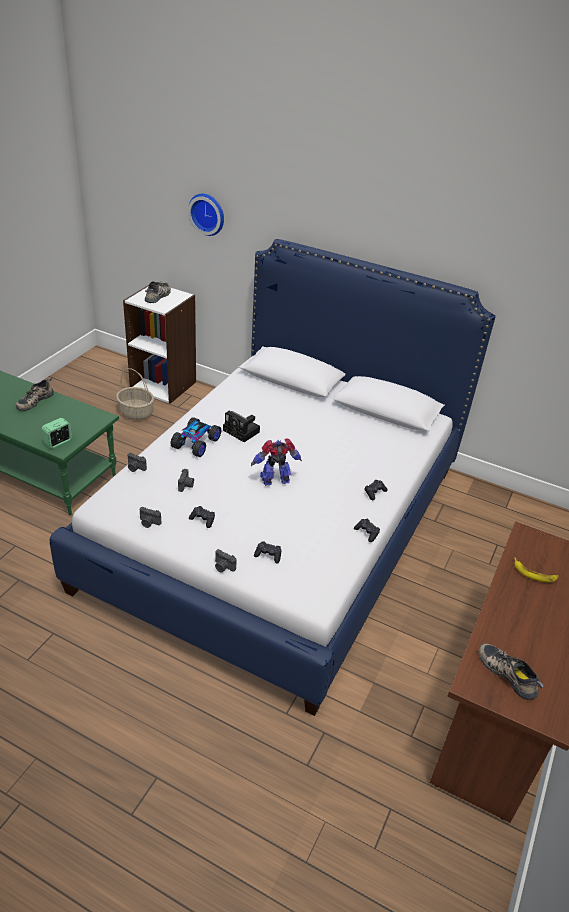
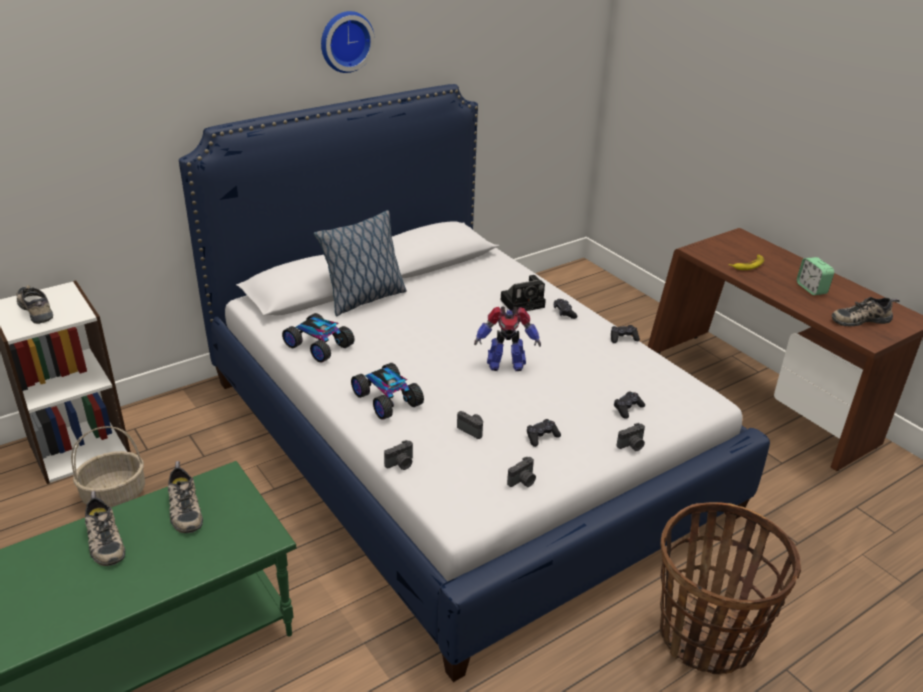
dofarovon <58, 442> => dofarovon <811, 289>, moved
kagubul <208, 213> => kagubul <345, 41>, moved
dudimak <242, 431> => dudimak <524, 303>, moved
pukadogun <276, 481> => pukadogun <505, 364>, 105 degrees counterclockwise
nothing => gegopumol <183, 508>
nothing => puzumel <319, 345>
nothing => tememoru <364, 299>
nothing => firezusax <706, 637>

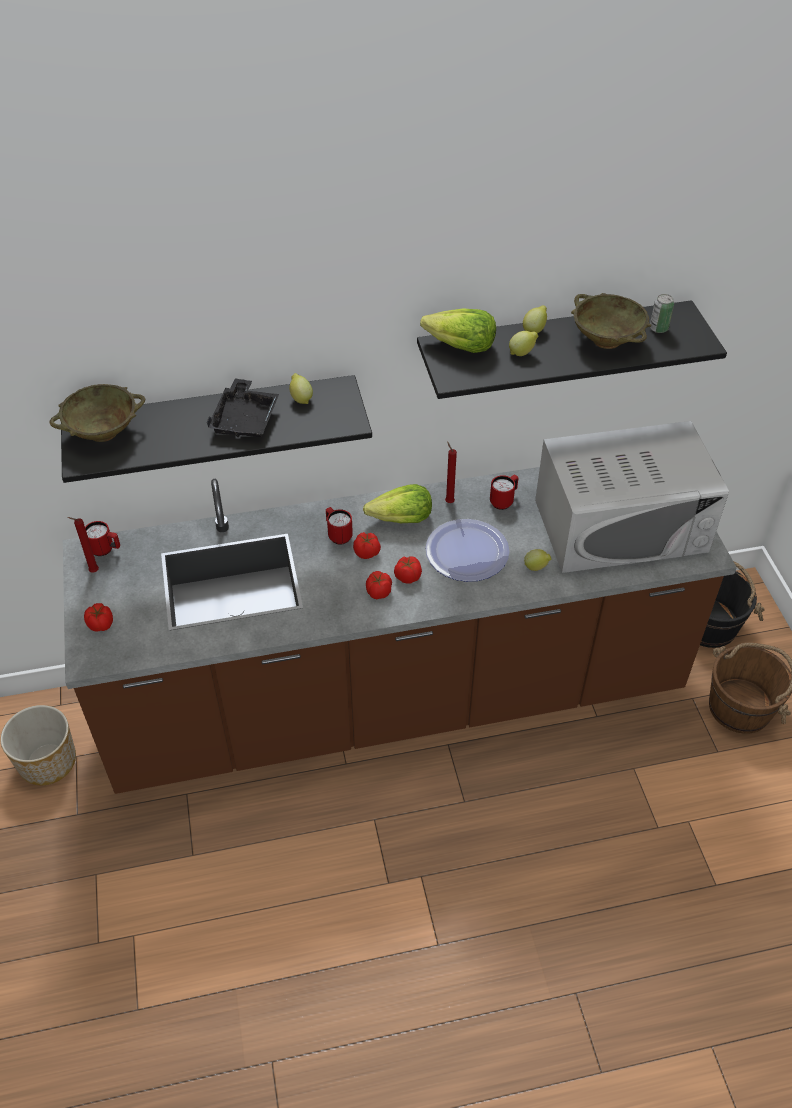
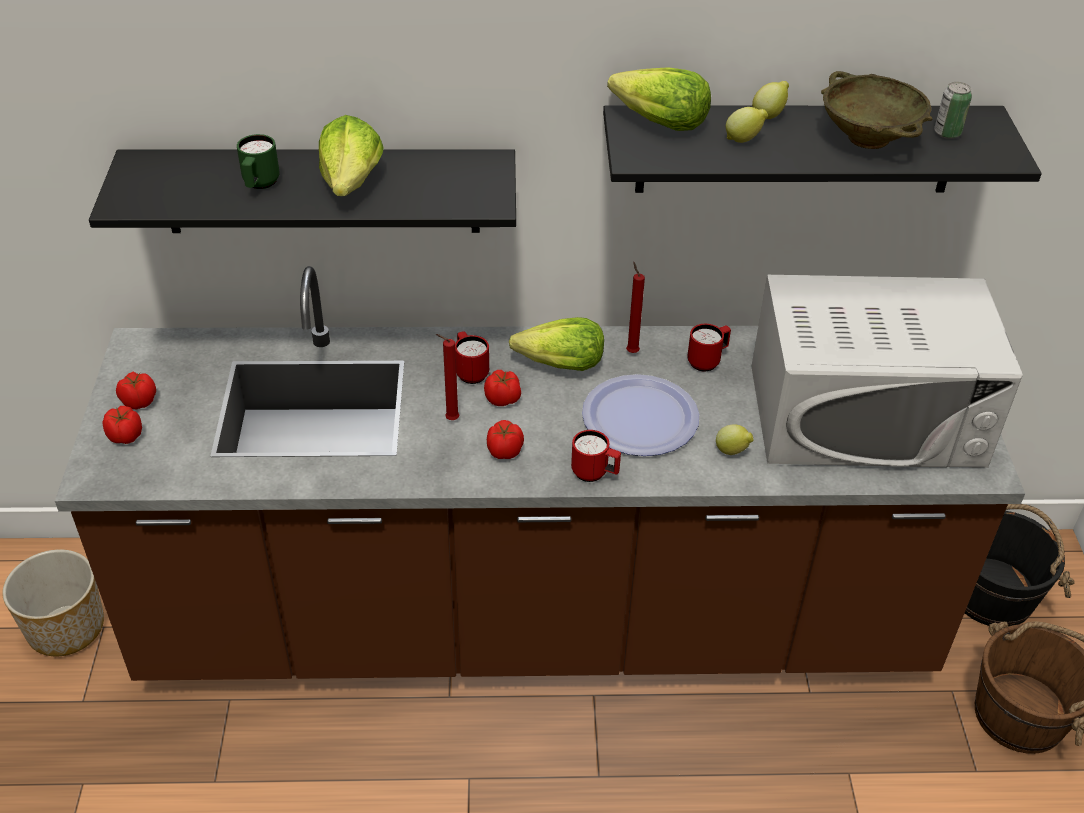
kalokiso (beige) <103, 432> => nothing
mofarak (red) <92, 572> => mofarak (red) <450, 419>, moved
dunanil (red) <105, 550> => dunanil (red) <595, 474>, moved
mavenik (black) <245, 419> => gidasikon <351, 182>
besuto <301, 398> => nothing
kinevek <407, 577> => kinevek <138, 401>, moved
nothing => dunanil (green) <259, 185>

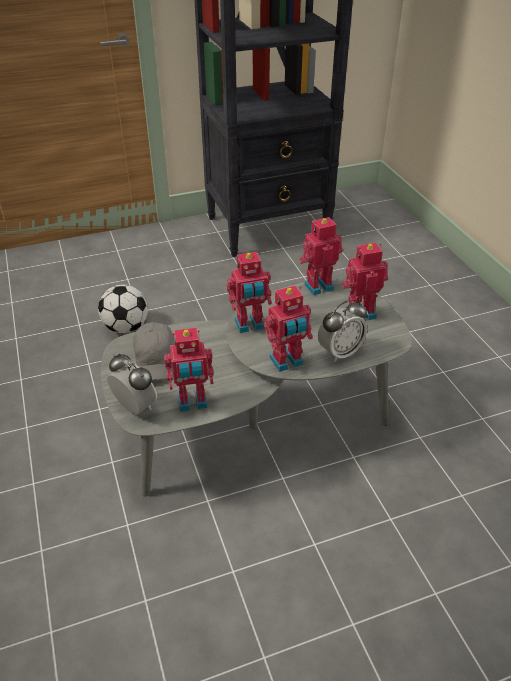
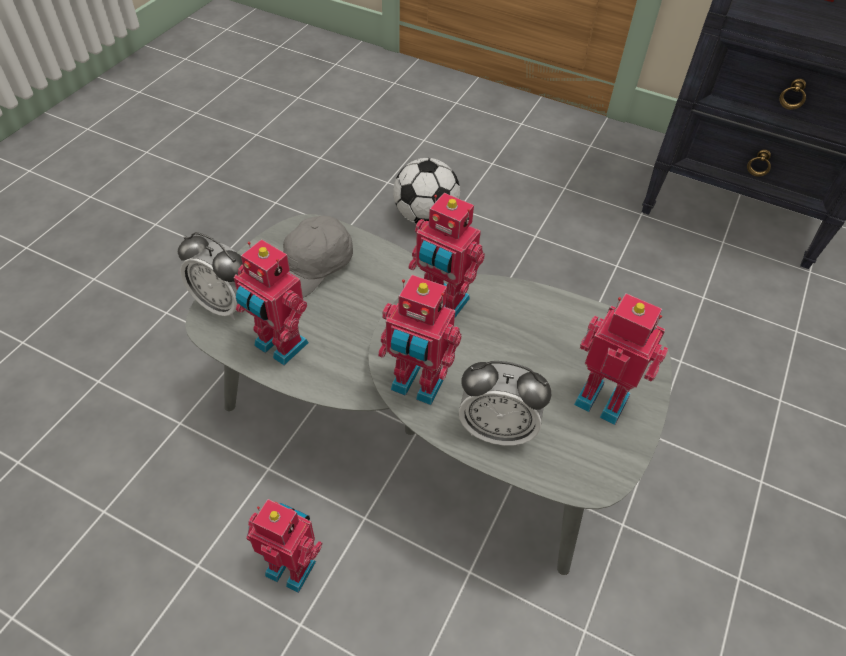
dofarovon <135, 407> => dofarovon <225, 304>, 120 degrees clockwise
pukadogun <318, 285> => pukadogun <292, 565>, moved

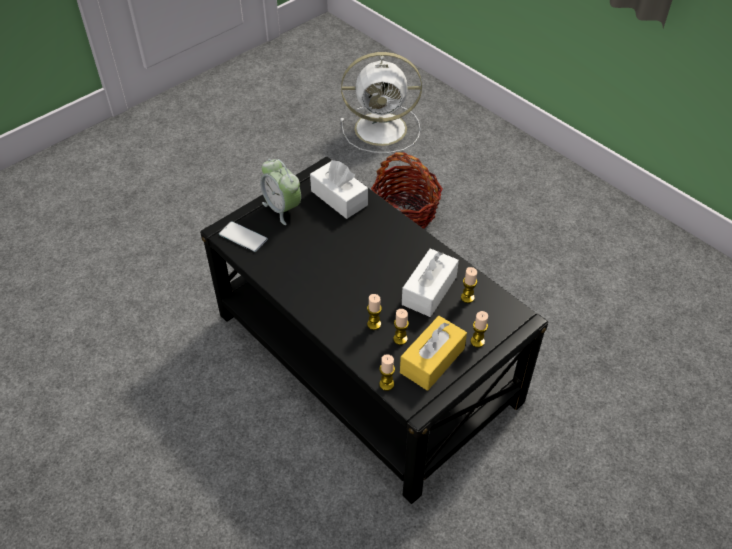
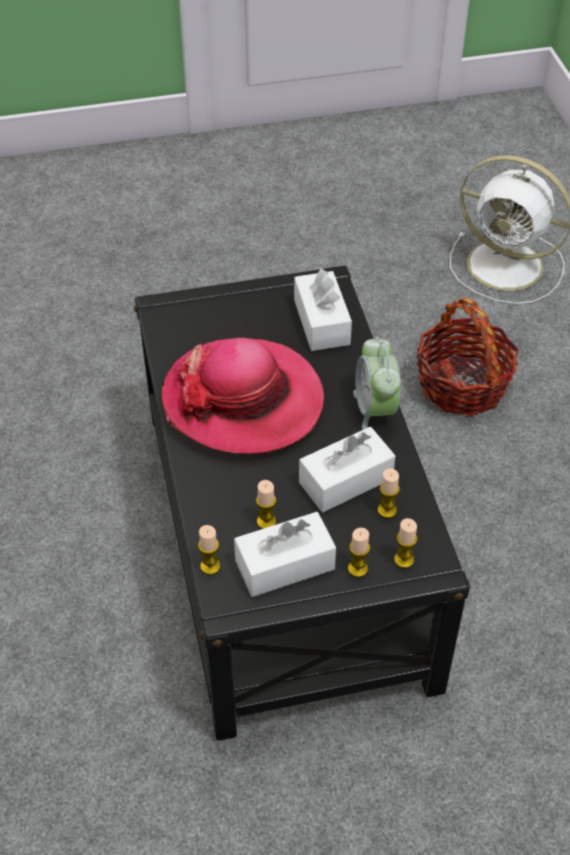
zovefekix <243, 237> => nothing
dofarovon <282, 209> => dofarovon <375, 410>, moved
mofarak <374, 324> => mofarak <404, 560>, moved
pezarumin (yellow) <432, 360> => pezarumin (white) <284, 565>
nothing => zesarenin <243, 400>

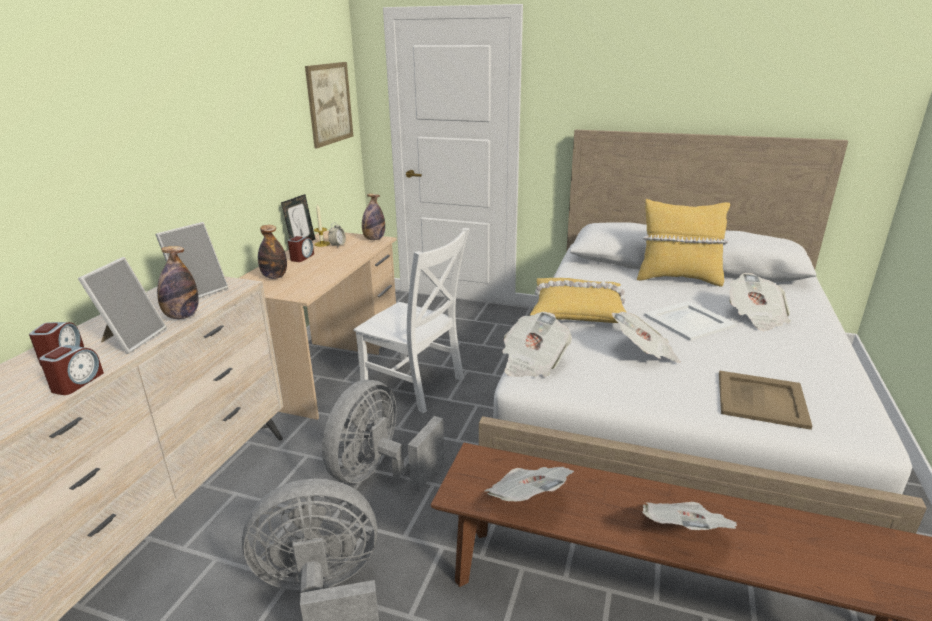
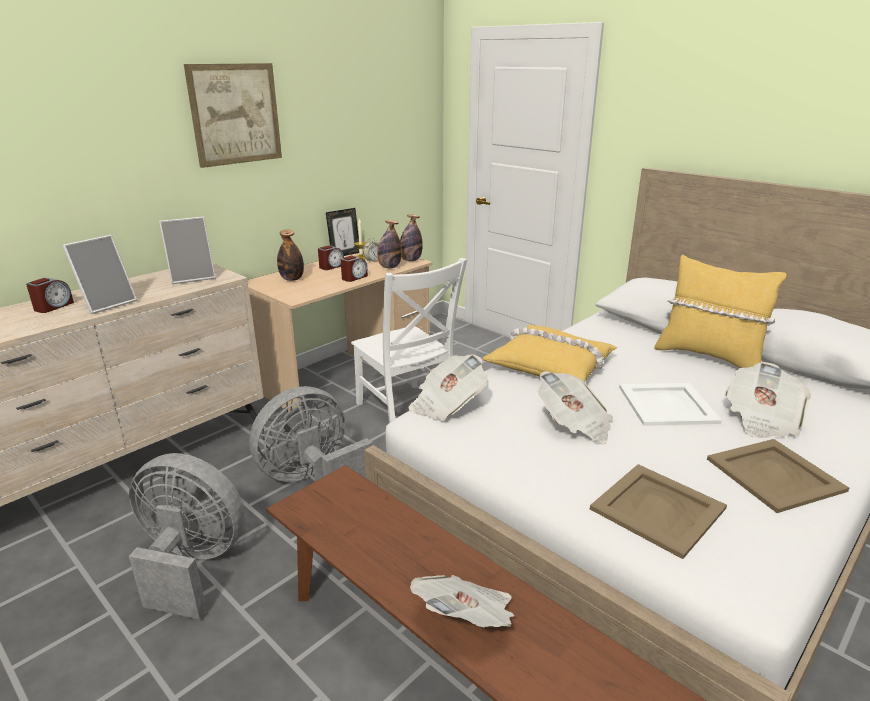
dofarovon <77, 382> => dofarovon <354, 277>, moved
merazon <182, 316> => merazon <389, 267>, moved
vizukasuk <329, 103> => vizukasuk <235, 114>, moved
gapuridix <527, 499> => nothing
nothing => mavenik (beige) <774, 475>

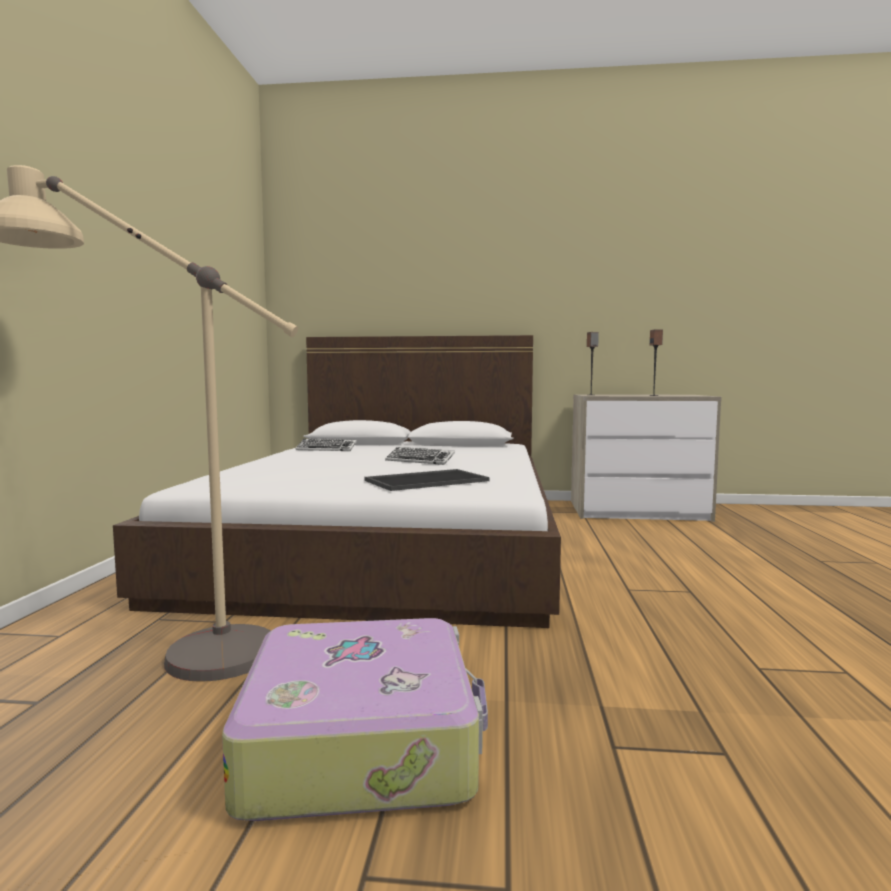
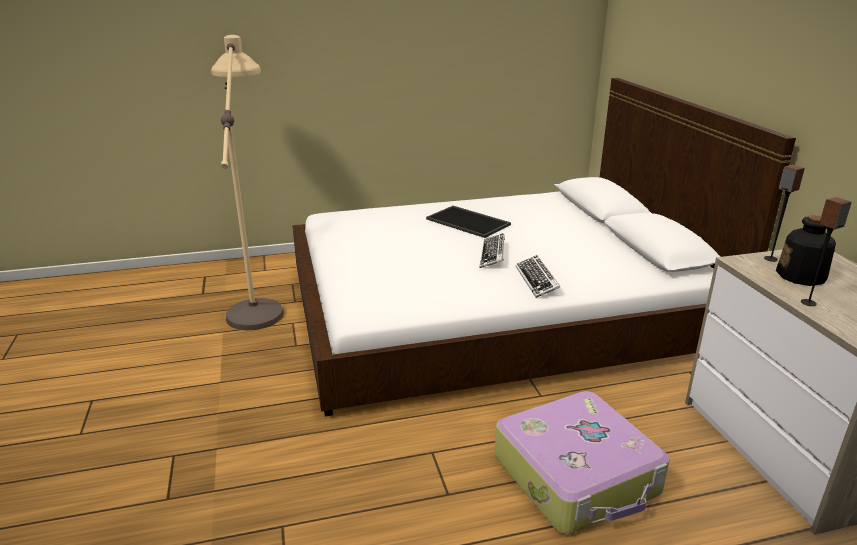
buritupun <363, 739> => buritupun <577, 475>, moved
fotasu <326, 449> => fotasu <537, 280>, moved
mavenik <427, 480> => mavenik <469, 222>, moved
nothing => merazon <801, 276>

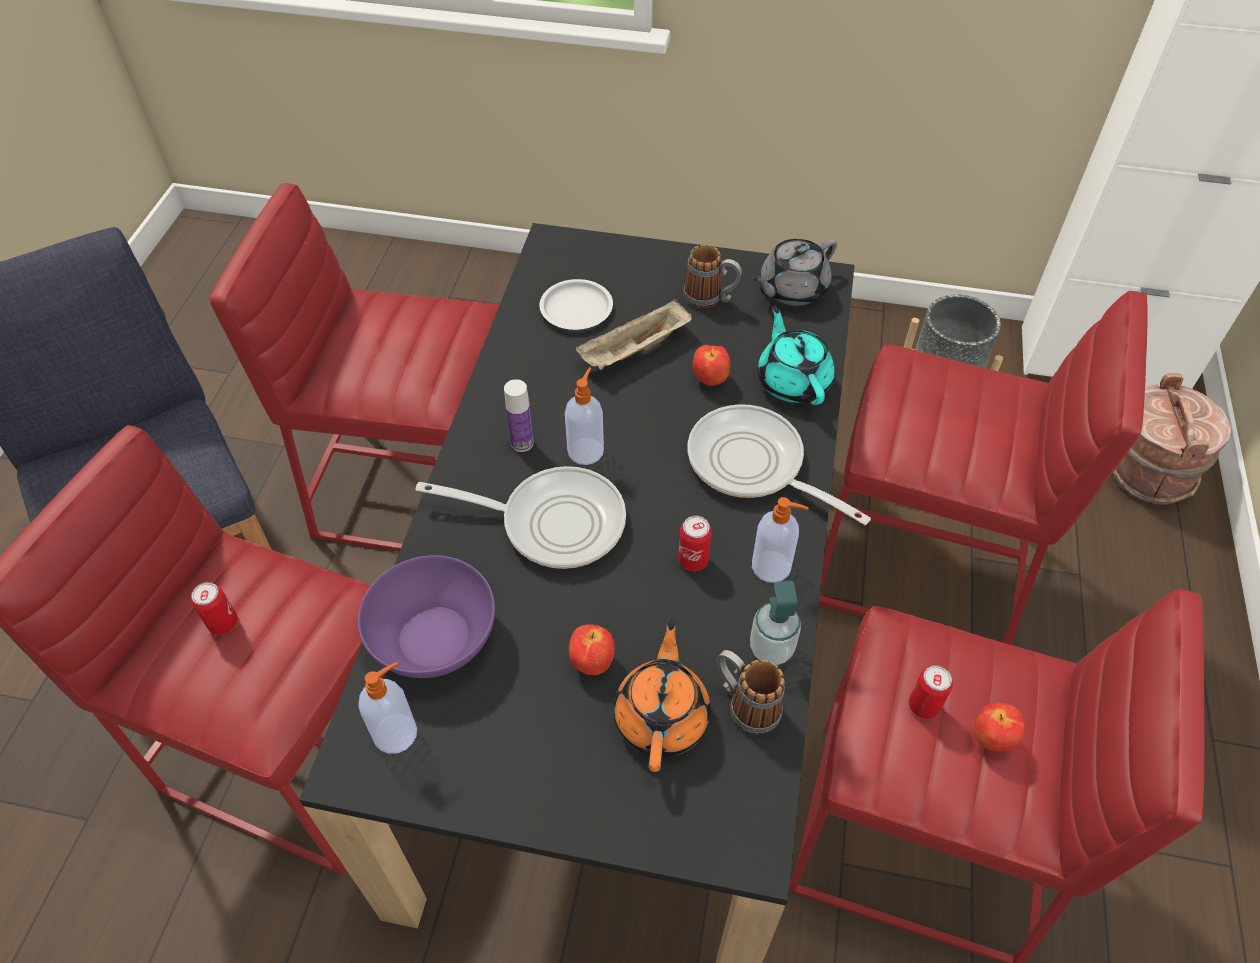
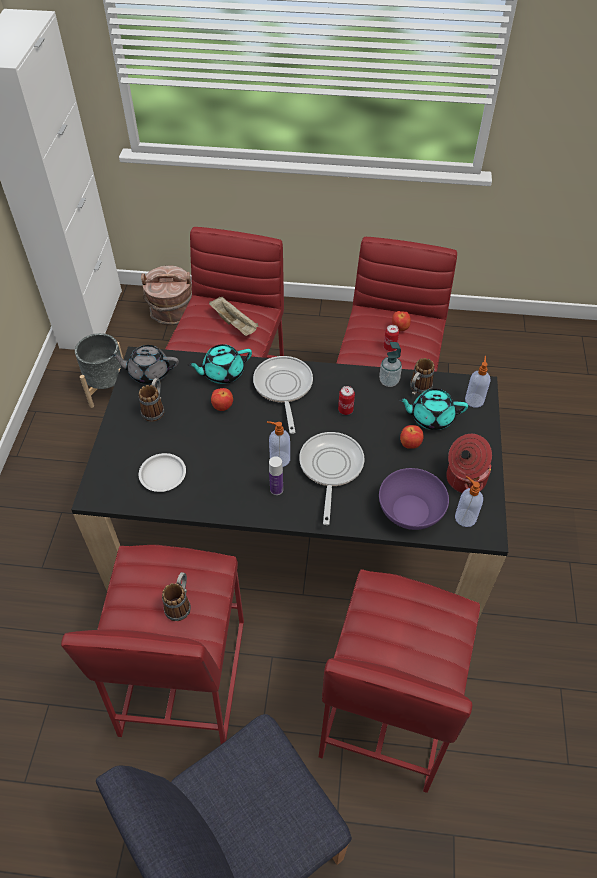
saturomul <223, 623> => nothing
mavenik (beige) <634, 351> => mavenik (beige) <235, 324>, moved
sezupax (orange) <662, 716> => sezupax (turquoise) <431, 417>
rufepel <753, 465> => rufepel <283, 388>, 135 degrees clockwise
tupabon <772, 567> => tupabon <474, 400>, moved
sezupax (grey) <791, 289> => sezupax (grey) <149, 373>, 135 degrees clockwise
nothing => dunanil <180, 604>
nothing => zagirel <464, 479>

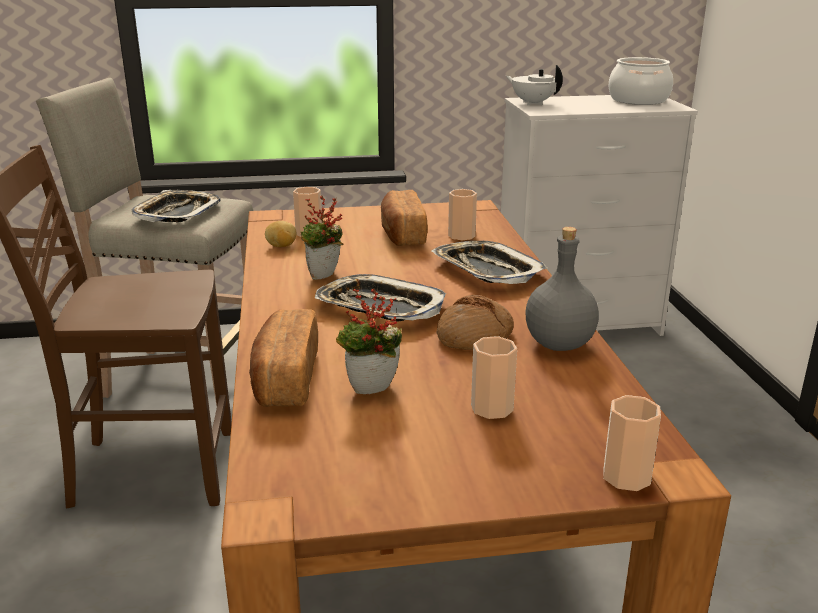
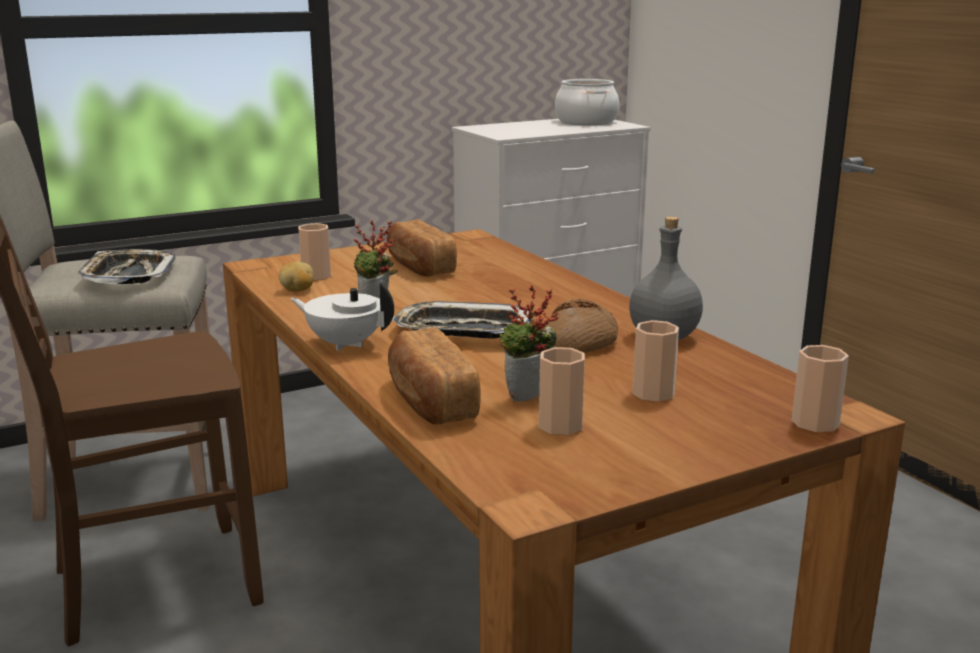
mavenik <487, 270> => nothing
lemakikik <461, 236> => lemakikik <560, 426>, moved
sezupax (white) <532, 103> => sezupax (white) <345, 344>, moved

